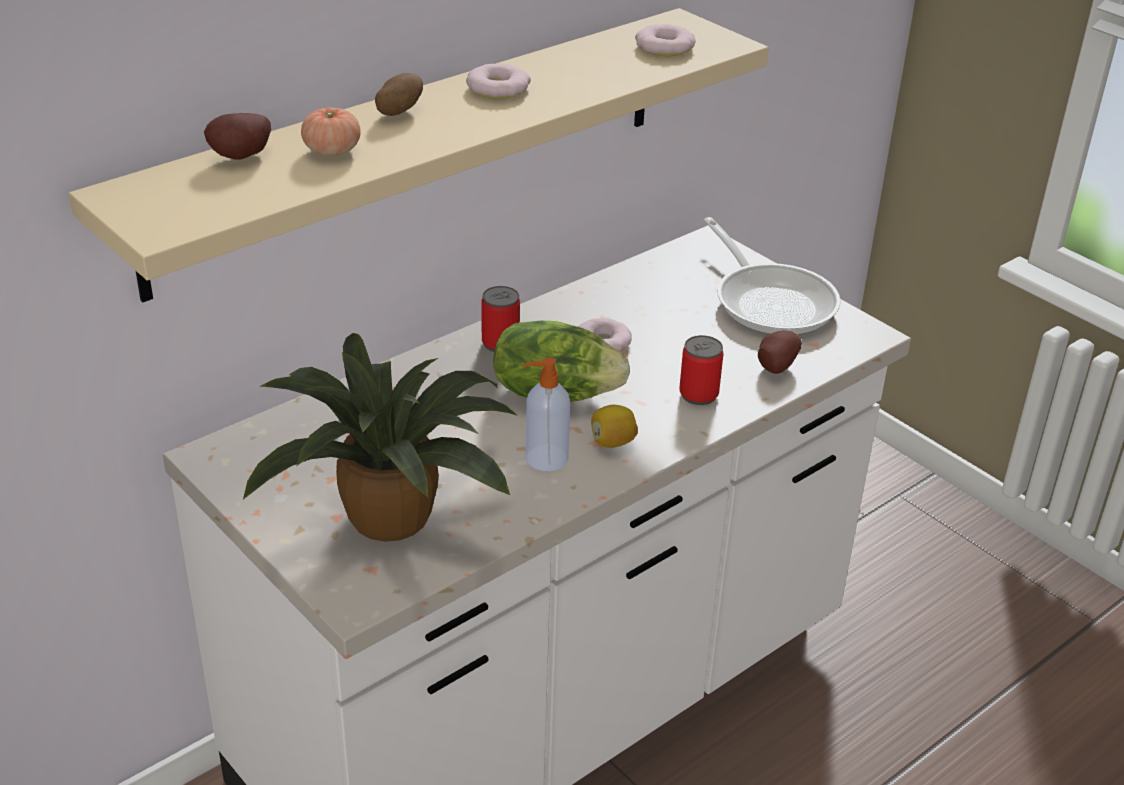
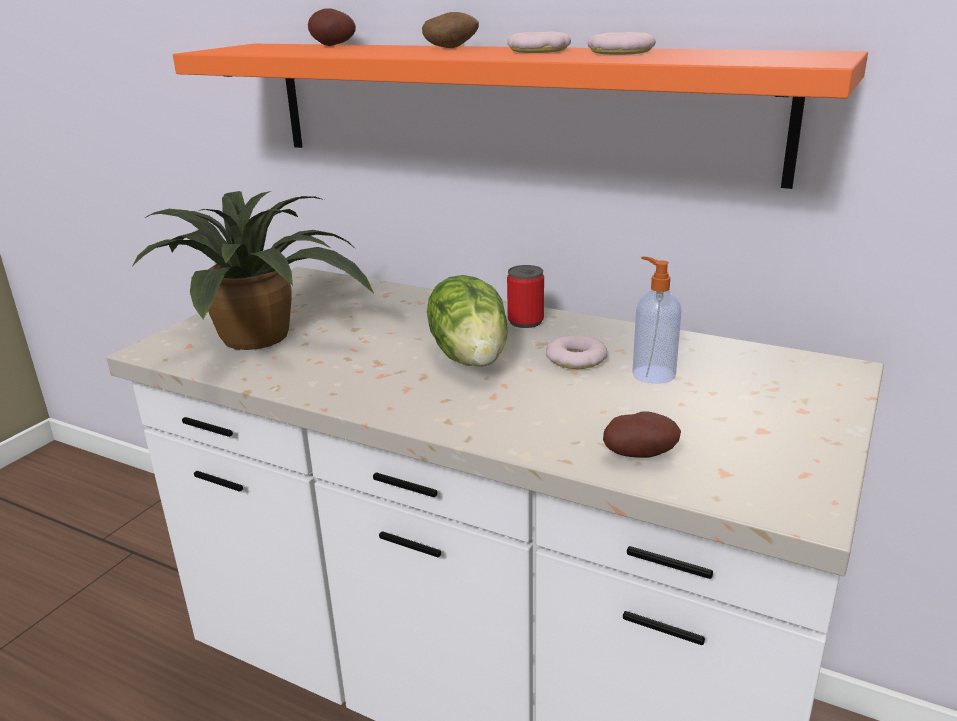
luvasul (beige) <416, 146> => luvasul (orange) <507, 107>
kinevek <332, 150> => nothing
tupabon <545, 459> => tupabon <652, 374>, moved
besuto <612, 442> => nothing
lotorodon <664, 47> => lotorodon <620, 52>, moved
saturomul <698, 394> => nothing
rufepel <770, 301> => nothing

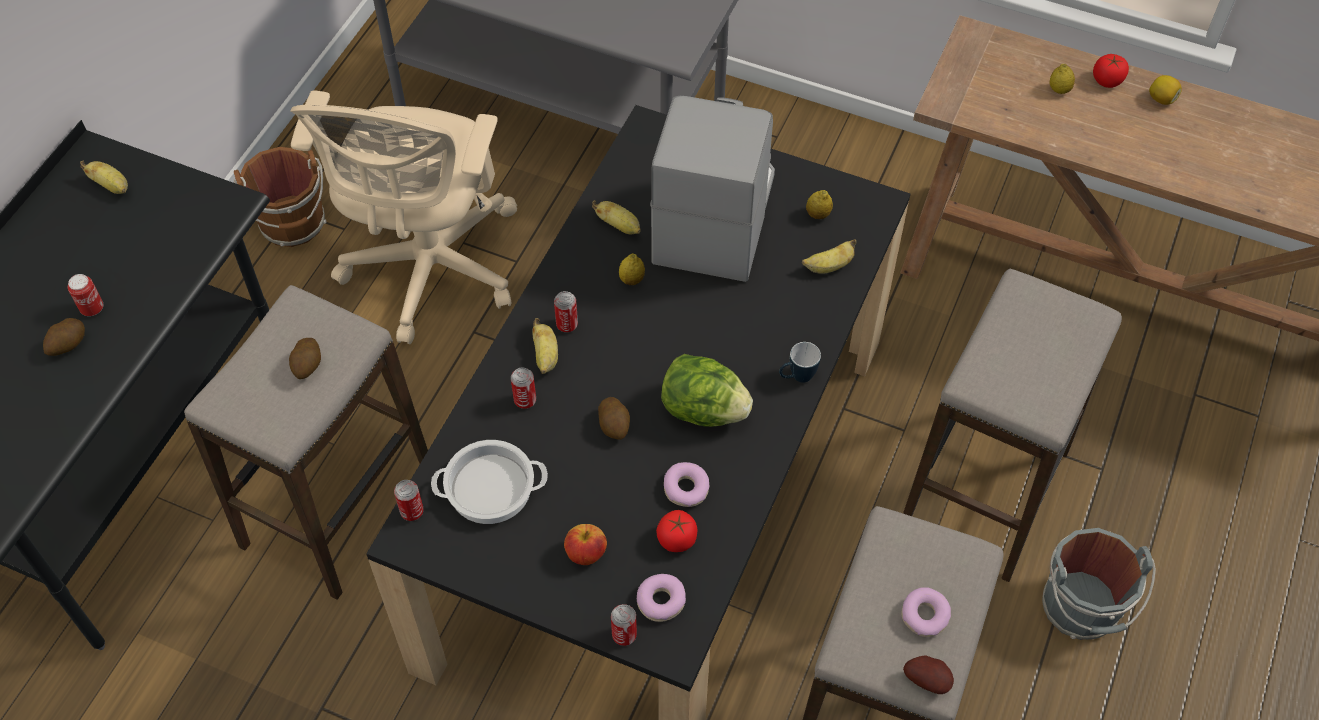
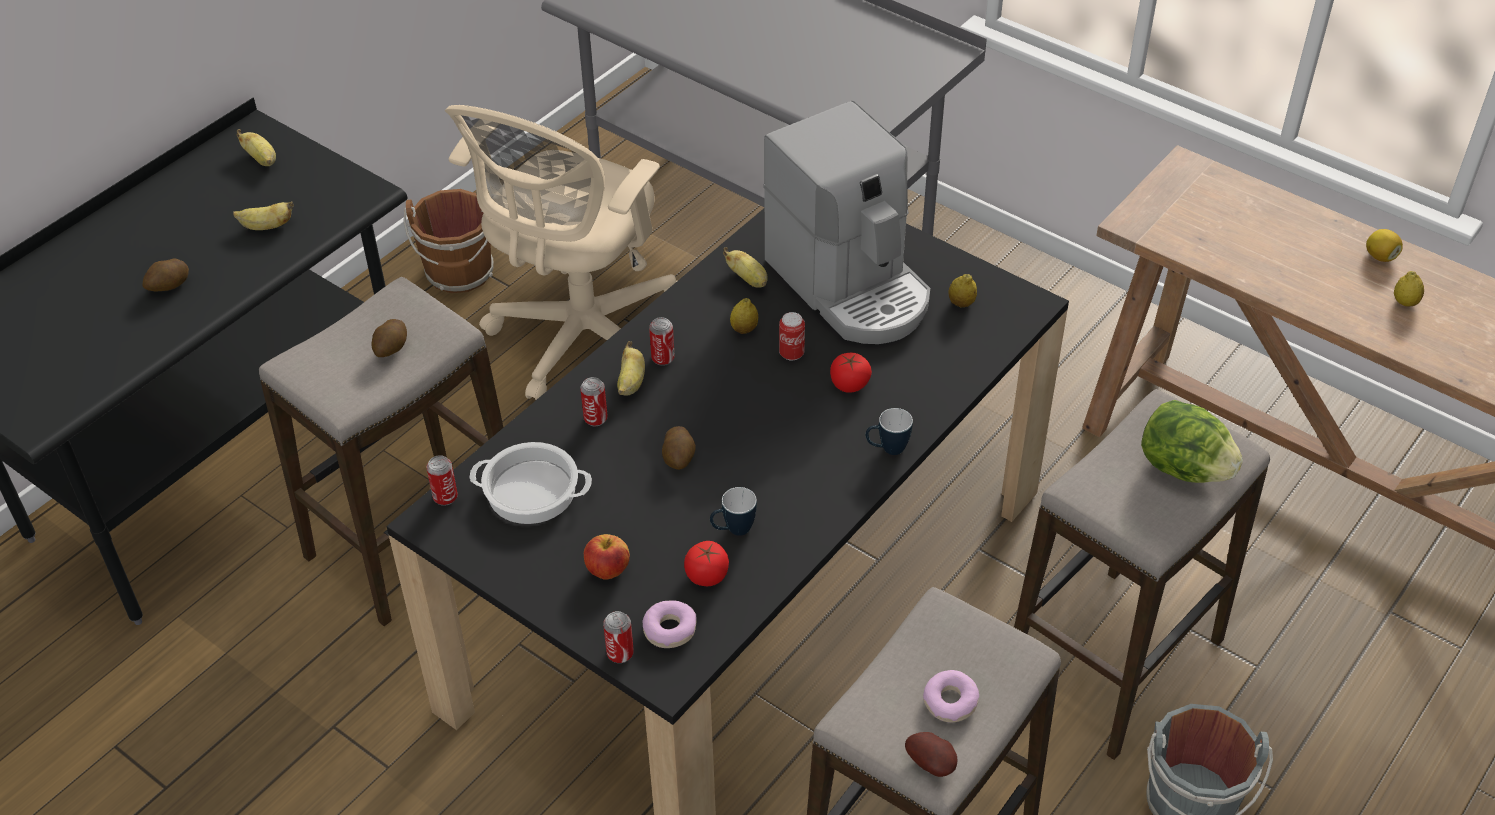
saturomul <92, 308> => saturomul <791, 353>, moved
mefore <714, 215> => mefore <851, 286>, 120 degrees clockwise
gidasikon <703, 409> => gidasikon <1183, 468>, moved
lotorodon <686, 489> => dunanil <733, 530>
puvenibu <828, 266> => puvenibu <266, 227>, moved
besuto <1059, 90> => besuto <1405, 302>, moved
kinevek <1107, 80> => kinevek <849, 384>, moved

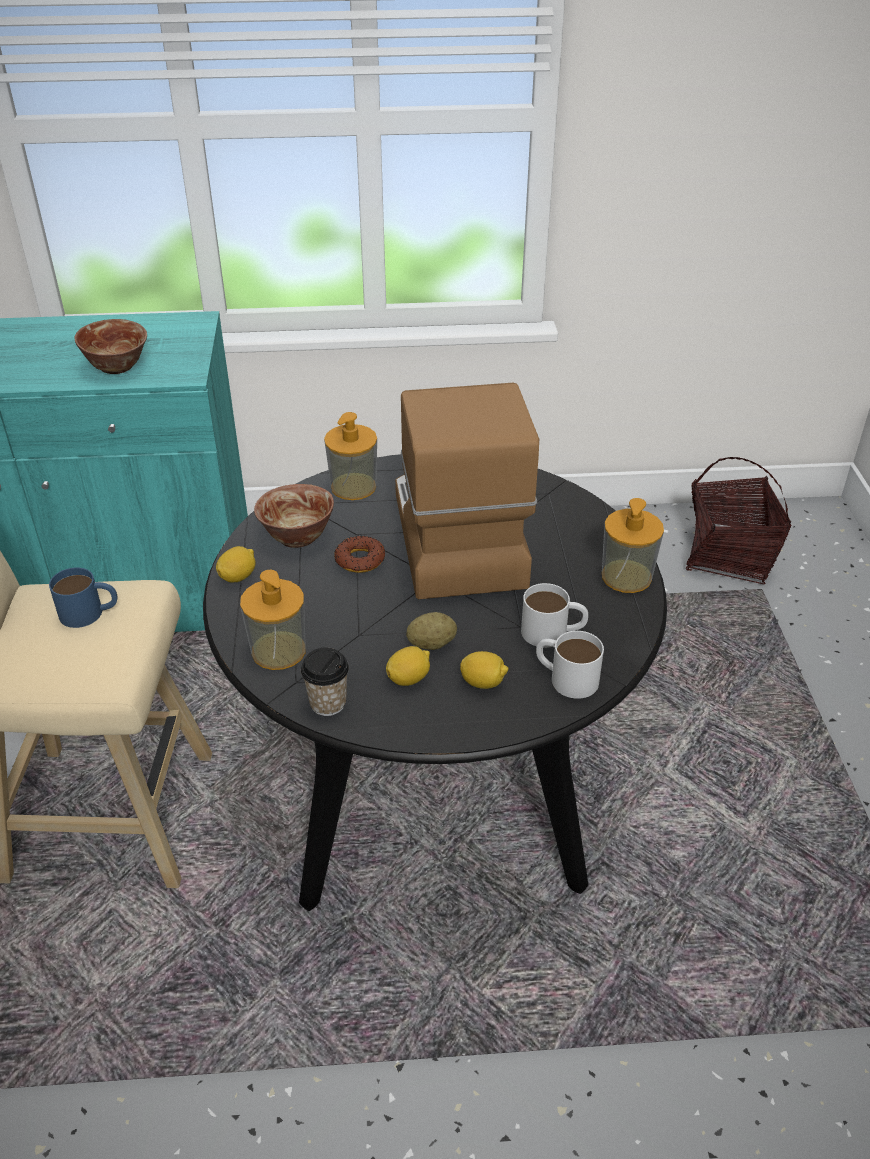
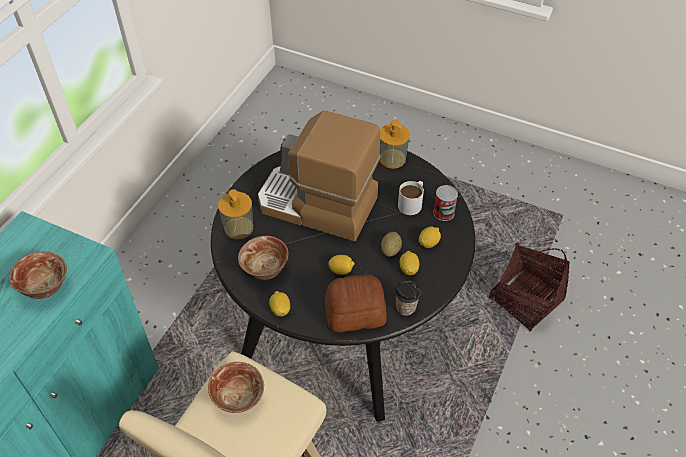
dunanil (blue) <90, 612> => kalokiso <238, 398>
tupabon <278, 650> => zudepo <354, 313>
lotorodon <359, 560> => nothing
dunanil (white) <566, 677> => saturomul <444, 212>
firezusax <728, 555> => firezusax <525, 300>, moved
nothing => besuto <341, 270>

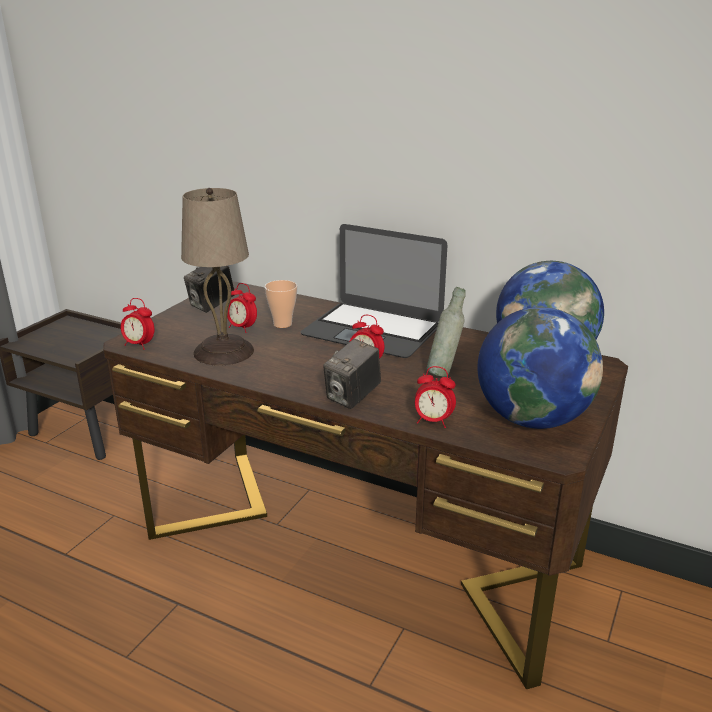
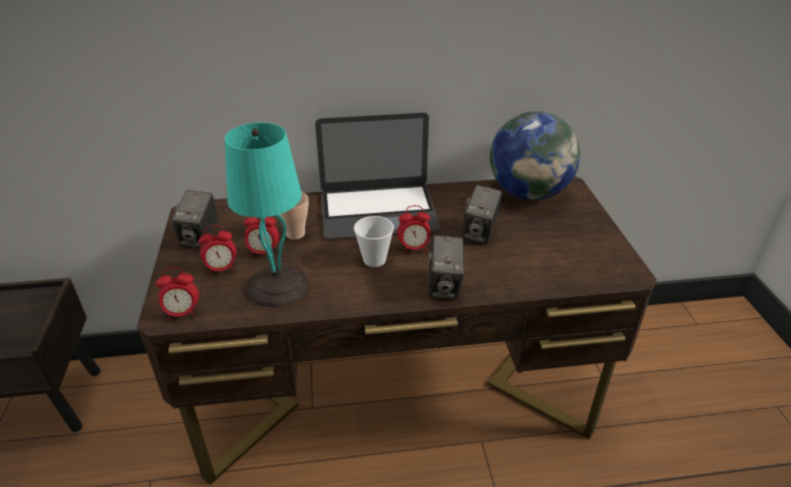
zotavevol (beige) <223, 351> => zotavevol (turquoise) <277, 285>
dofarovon <433, 421> => dofarovon <221, 269>, moved
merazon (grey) <444, 372> => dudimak <479, 233>
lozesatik <532, 419> => nothing
nothing => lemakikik <374, 260>

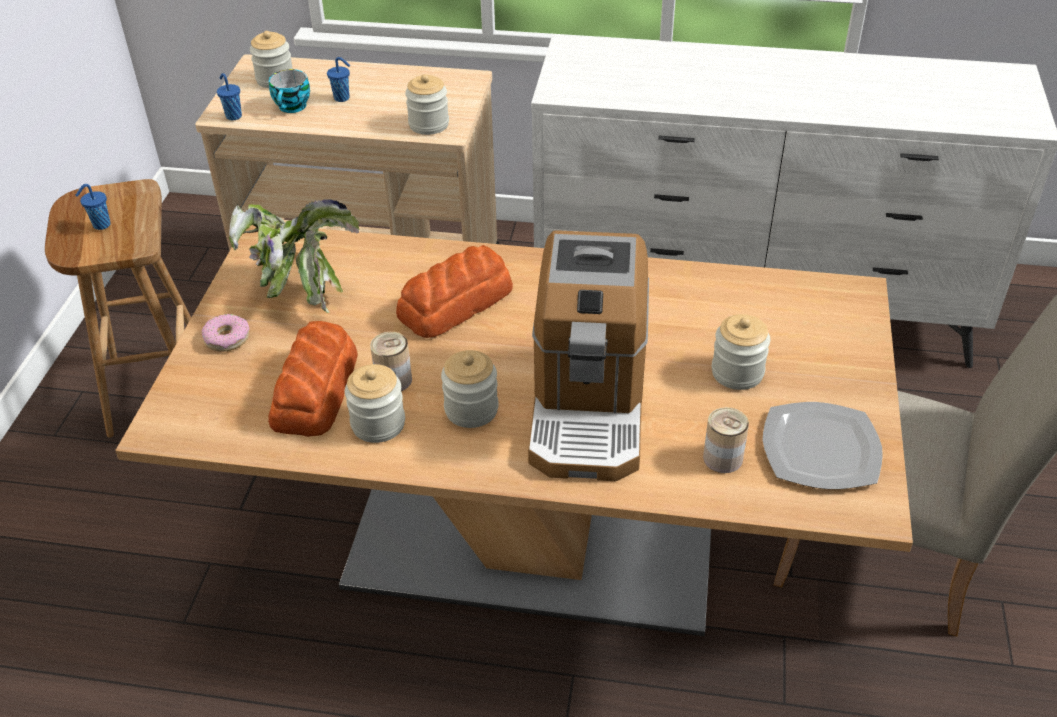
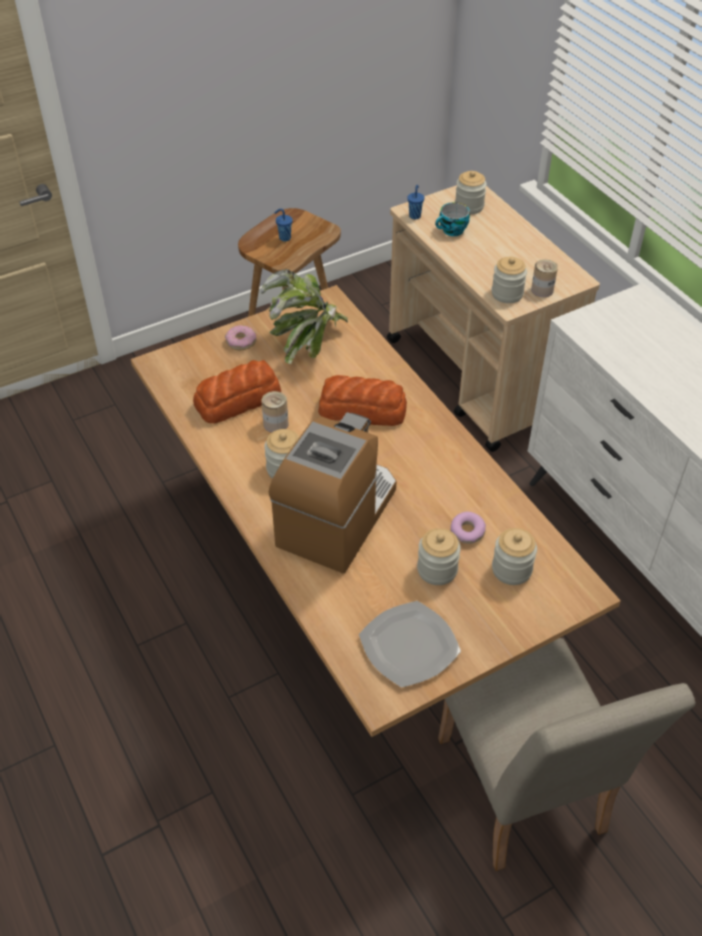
lemakikik (blue) <343, 98> => nothing
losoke <378, 424> => losoke <511, 569>, moved
mefore <588, 406> => mefore <337, 516>, 150 degrees clockwise
saturomul <722, 458> => saturomul <542, 290>, moved
nothing => lotorodon <467, 531>

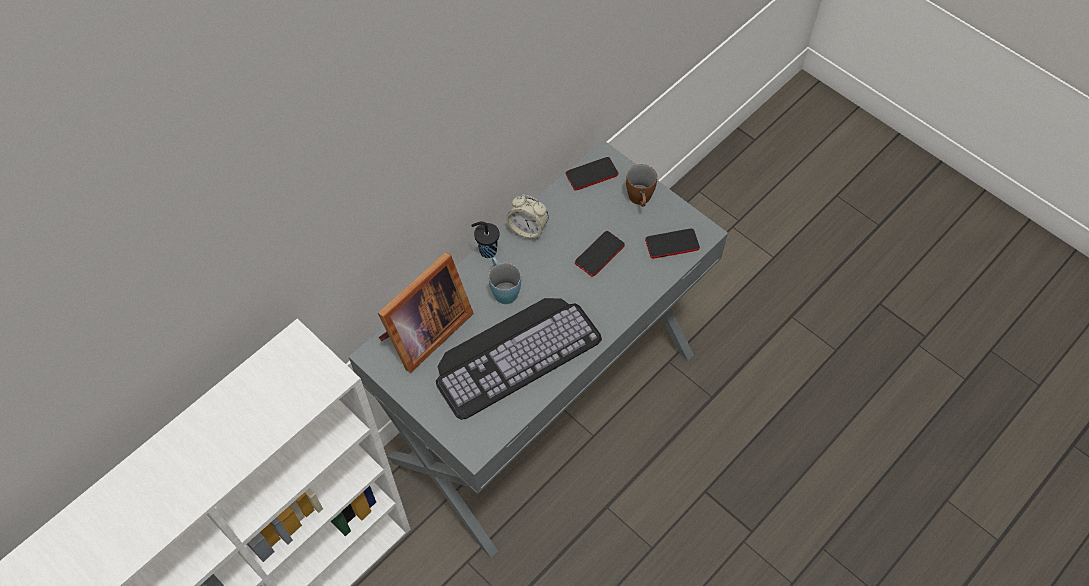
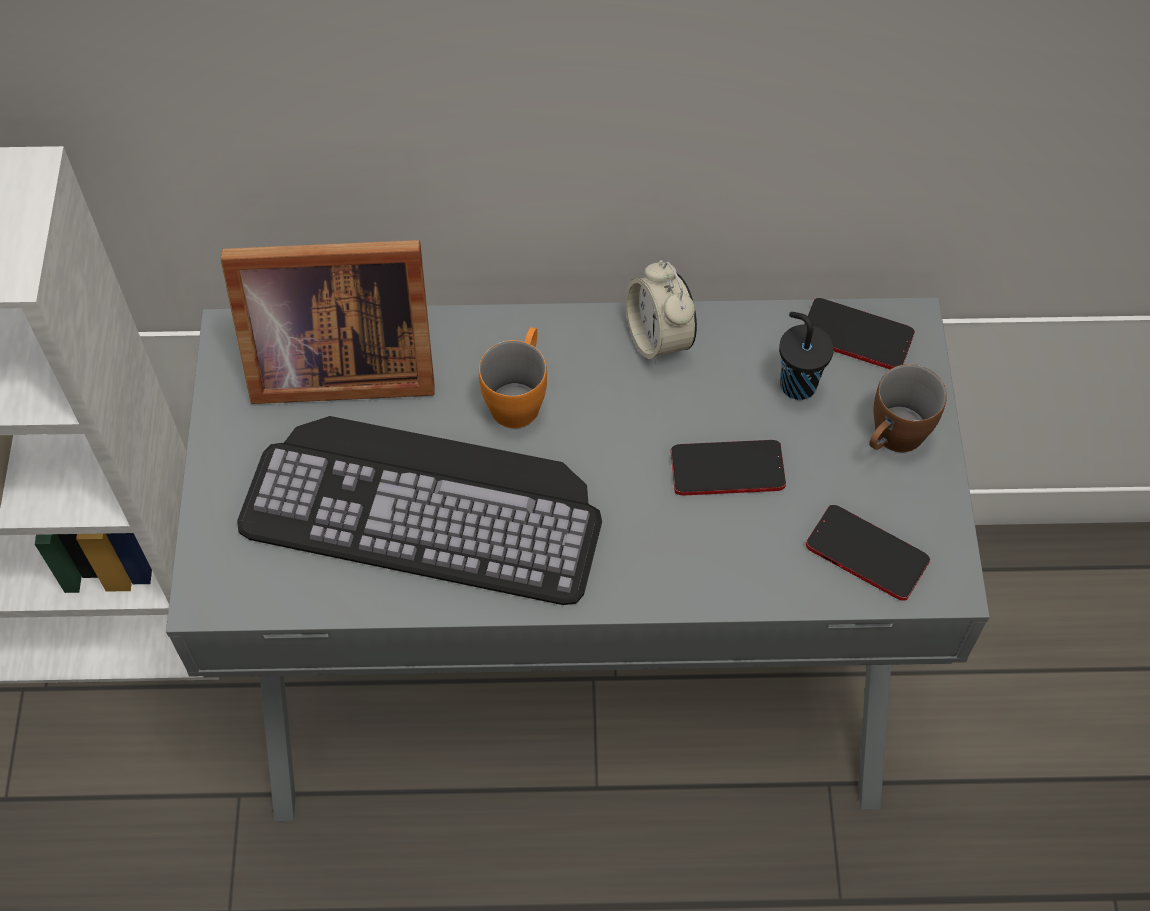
lemakikik (black) <487, 251> => lemakikik (black) <796, 383>, moved
dunanil (blue) <503, 289> => dunanil (orange) <519, 396>

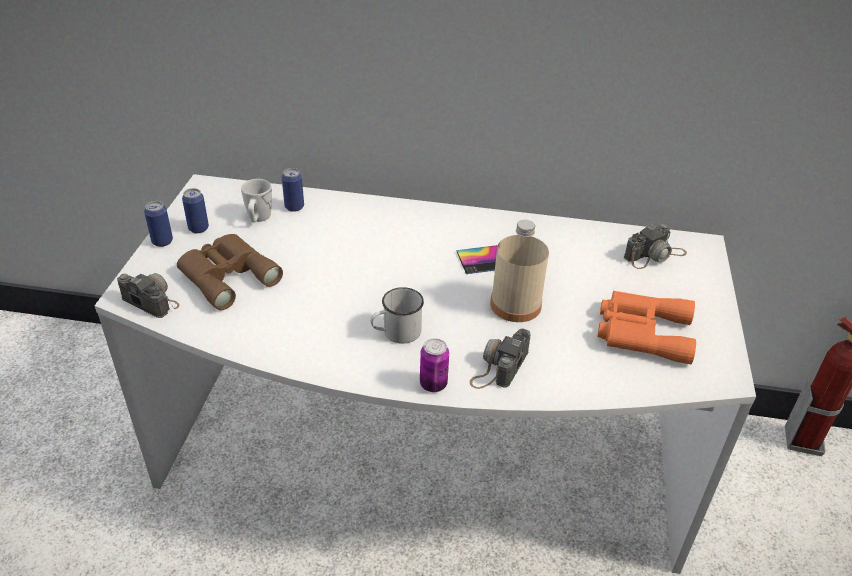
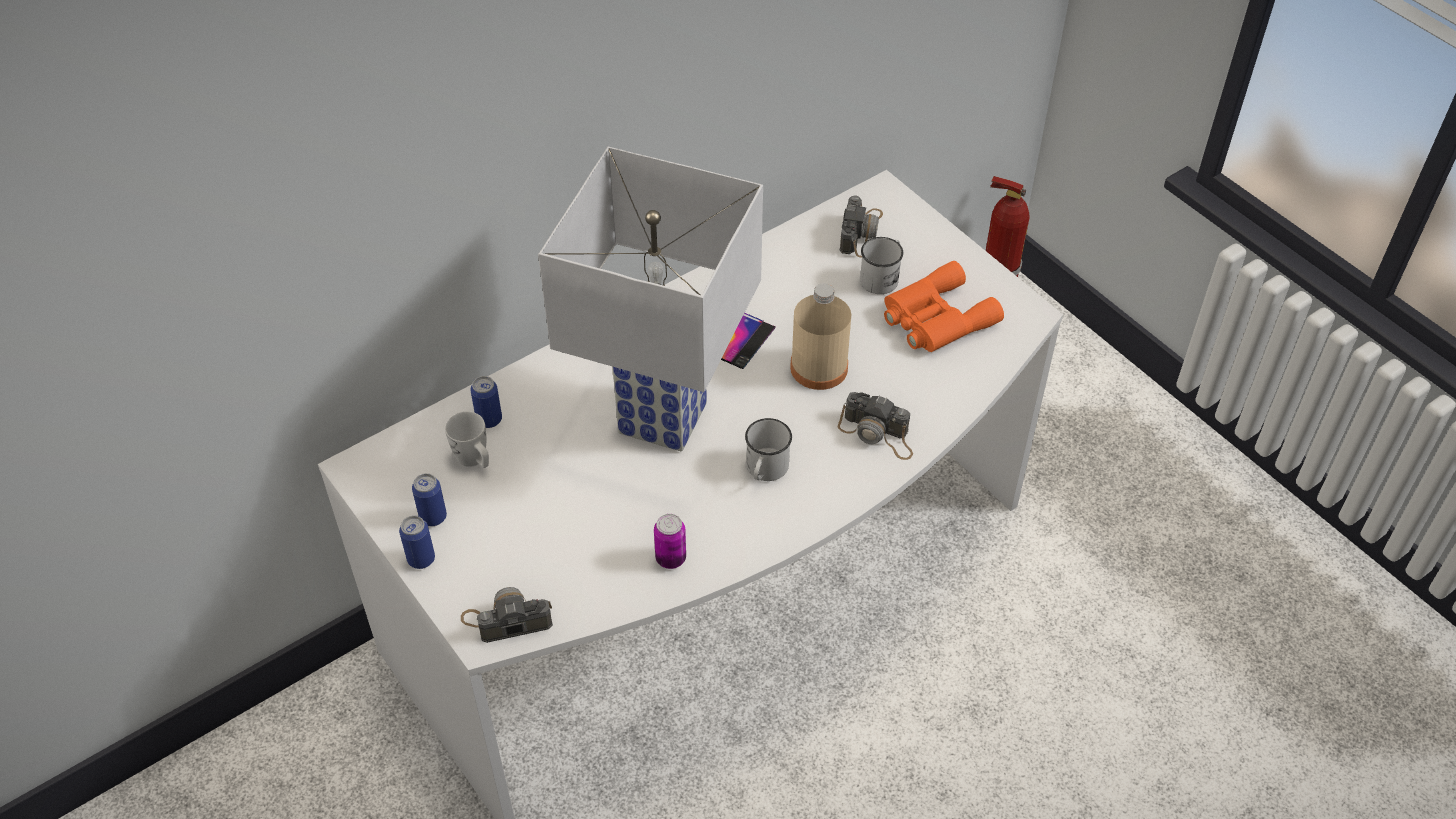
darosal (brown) <227, 275> => nothing
saturomul <433, 384> => saturomul <670, 558>, moved
dudimak <499, 366> => dudimak <877, 434>, 45 degrees counterclockwise
nothing => zotavevol (white) <665, 417>
nothing => dunanil (white) <882, 277>

